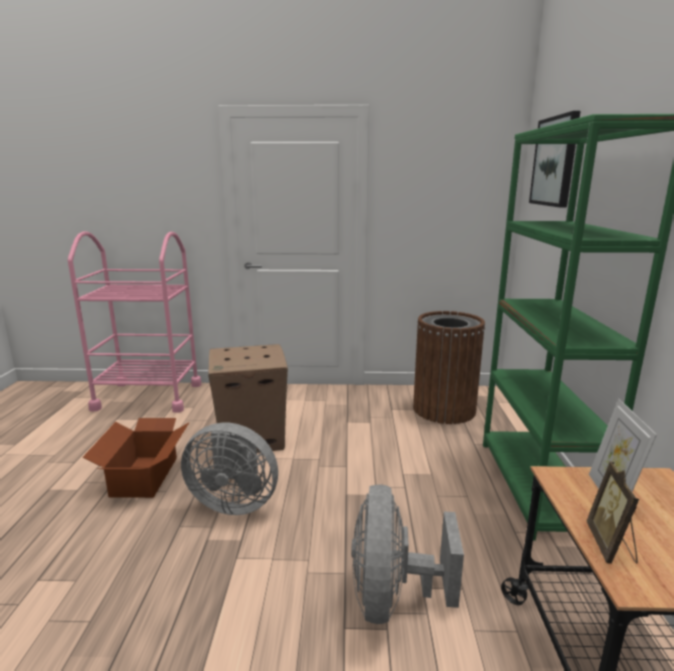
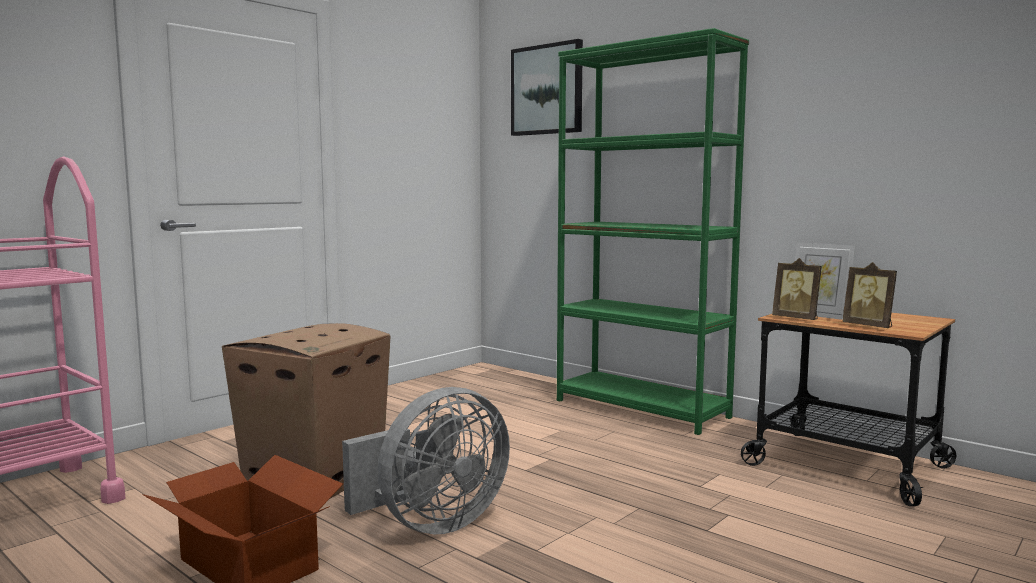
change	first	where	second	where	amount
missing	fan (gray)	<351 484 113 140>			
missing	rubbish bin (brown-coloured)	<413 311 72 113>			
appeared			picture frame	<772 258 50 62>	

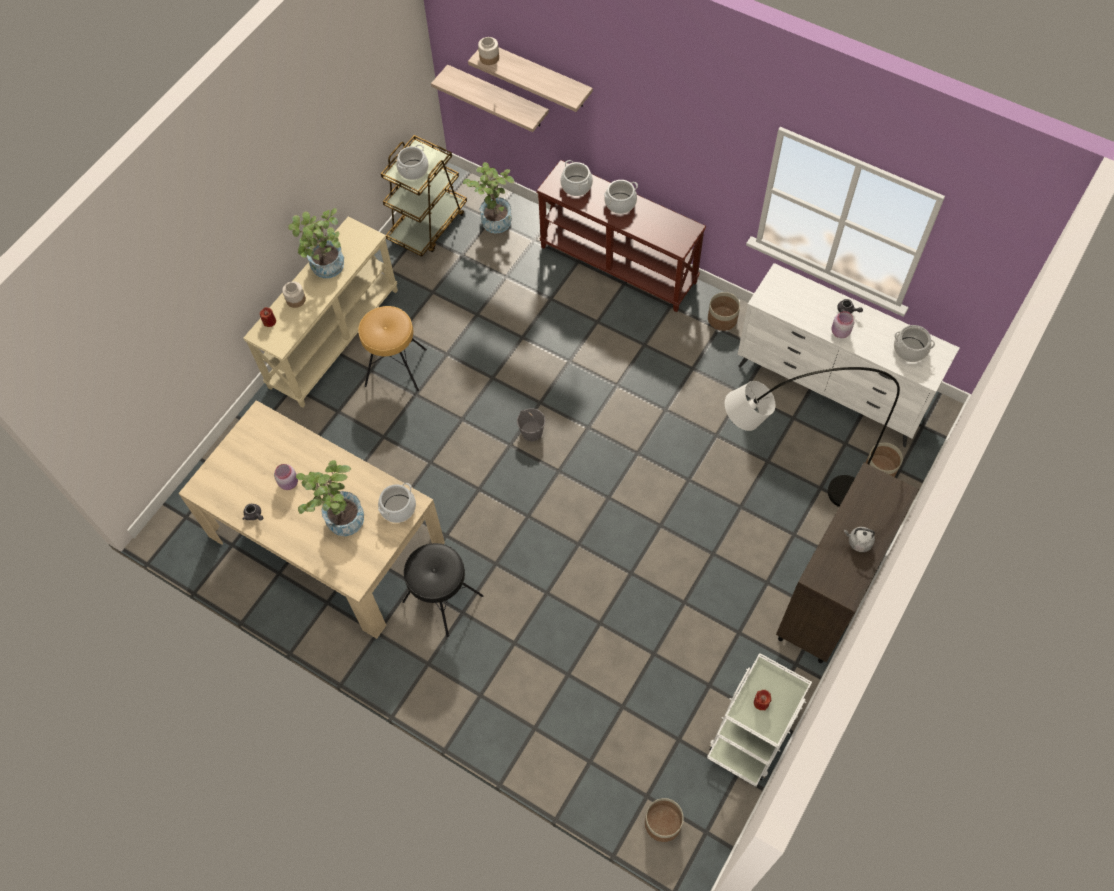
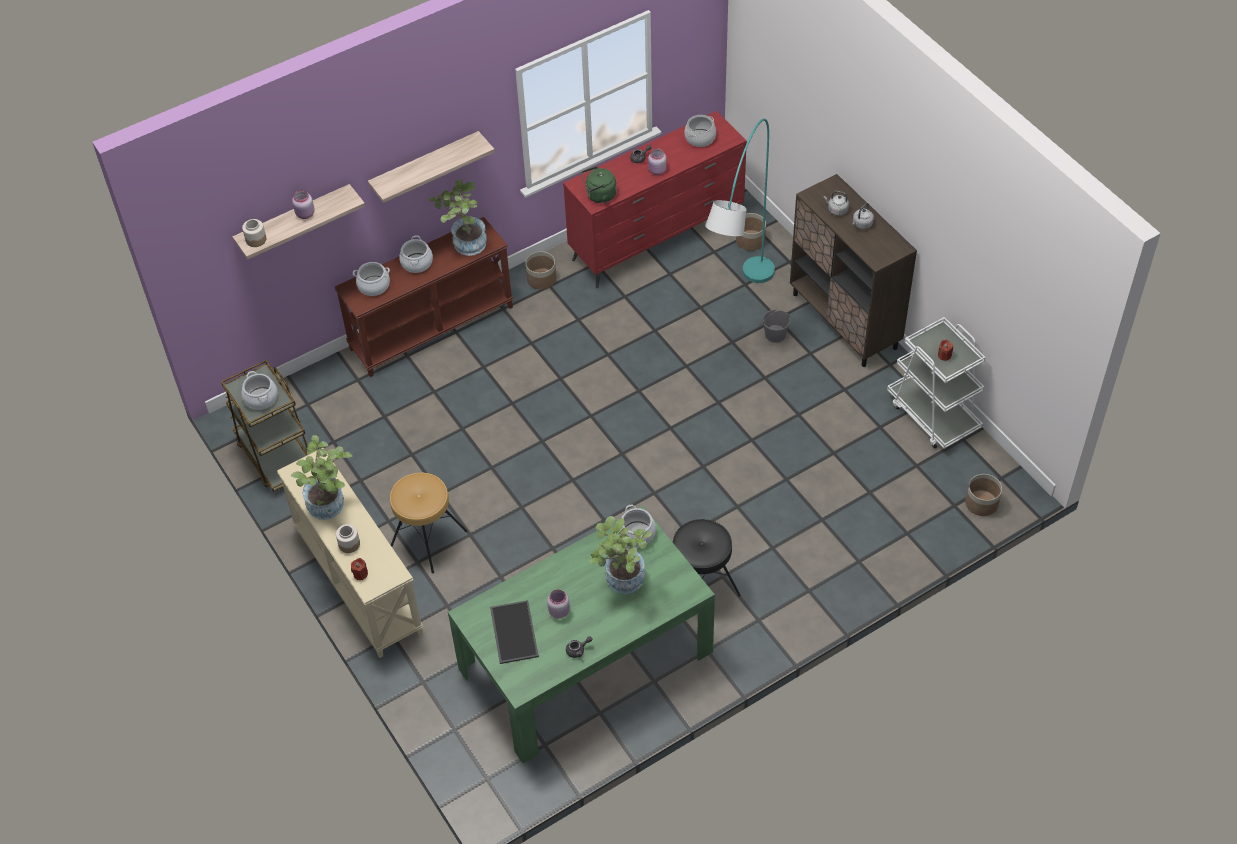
change	first	where	second	where	amount
appeared			preserve jar (pink-coloured)	<292 190 23 29>	
appeared			tray	<490 600 49 64>	
appeared			tea kettle (green)	<581 166 35 37>	
appeared			tea kettle (gray)	<824 191 25 25>	
relocated	bracket shelf	<431 65 118 67>		<368 131 127 72>	
relocated	potted plant	<463 162 52 72>		<429 180 58 76>	
relocated	pail (gray)	<517 408 28 33>		<763 310 27 33>	
colour	dining table (beige)	<178 400 267 239>	dining table (green)	<448 506 267 257>	
colour	standard lamp (gray)	<725 367 175 140>	standard lamp (blue-green)	<705 119 70 164>	
colour	drawer chest (white)	<738 263 221 184>	drawer chest (red-coloured)	<563 111 184 177>	

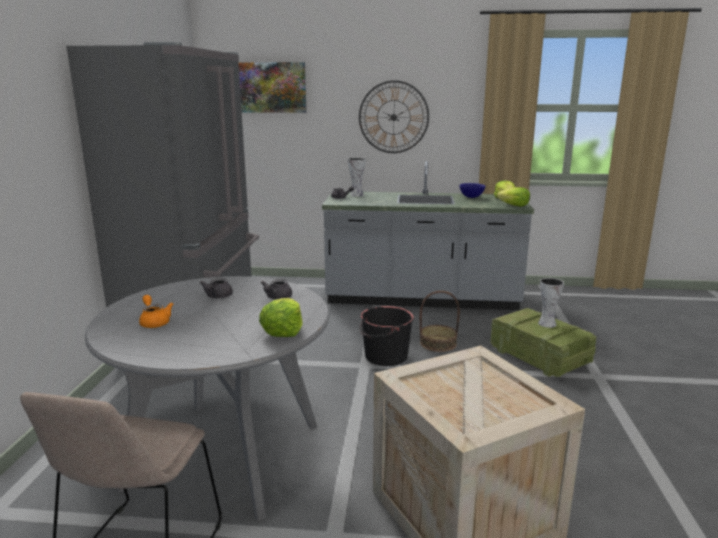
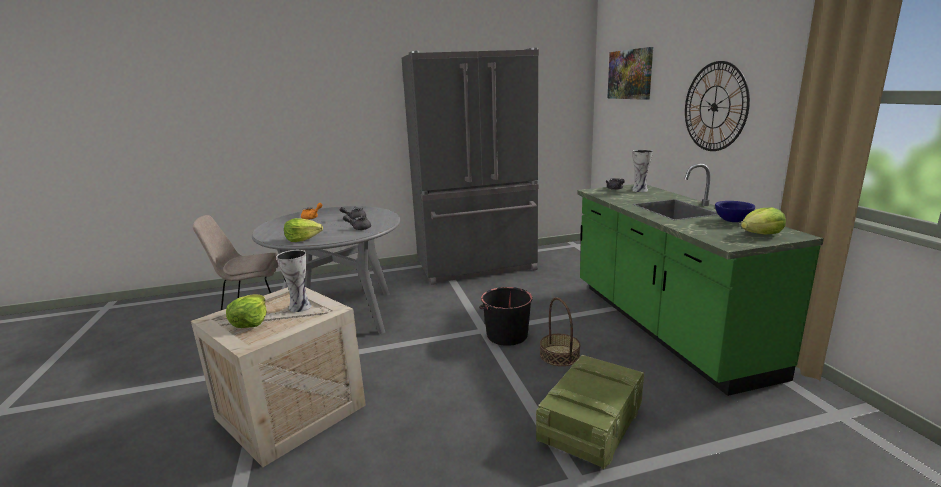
change	first	where	second	where	amount
relocated	lettuce	<497 187 33 20>		<226 294 41 34>	
relocated	flower vase	<538 278 26 50>		<276 250 36 62>	
colour	kitchen counter (gray)	<322 161 212 149>	kitchen counter (green)	<577 163 247 233>	

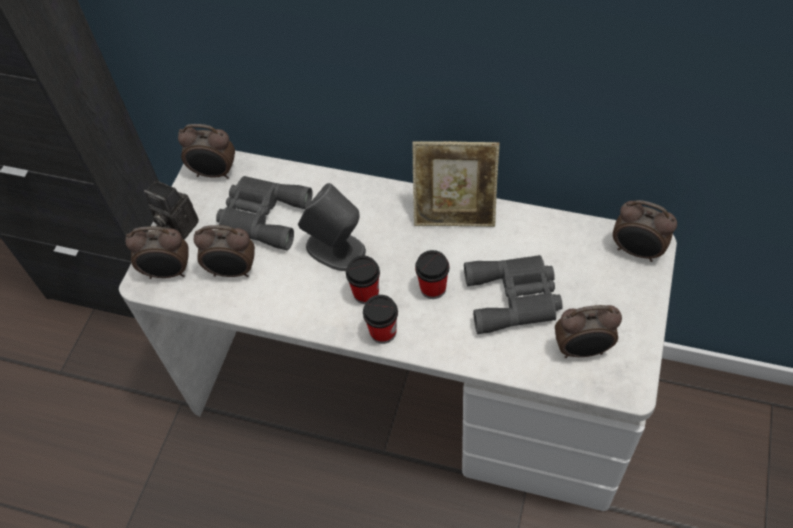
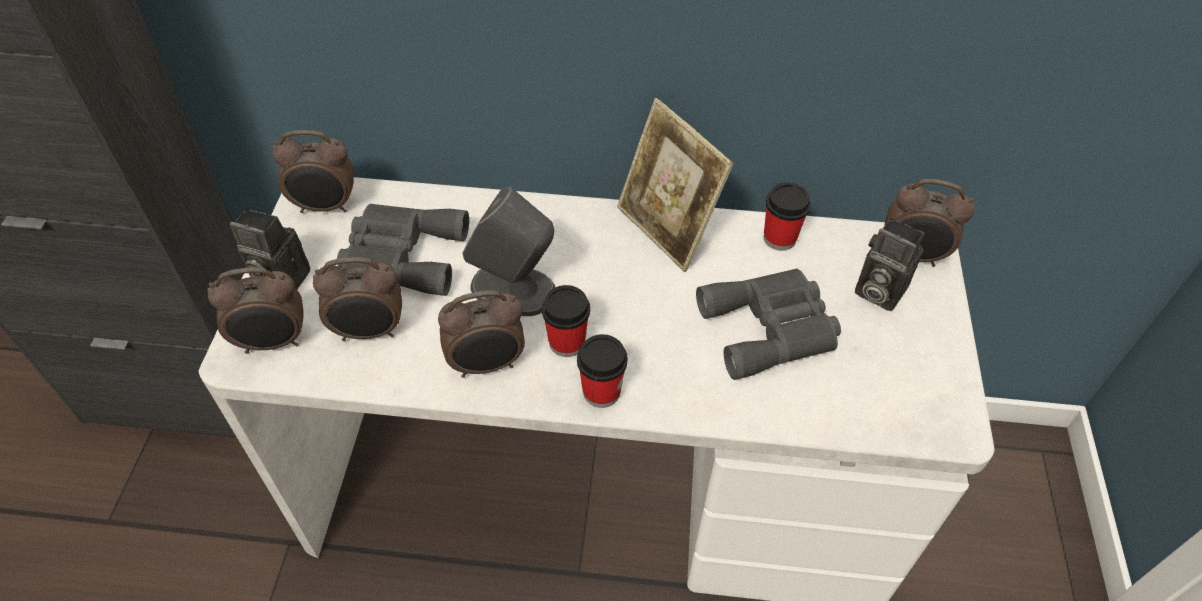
change	first	where	second	where	amount
appeared			photo camera	<855 217 69 94>	
relocated	cup	<415 250 34 49>		<764 183 47 68>	
relocated	alarm clock	<555 305 67 53>		<438 290 87 88>	
spun	picture frame	<412 141 88 86>		<617 98 117 174>	60 degrees clockwise

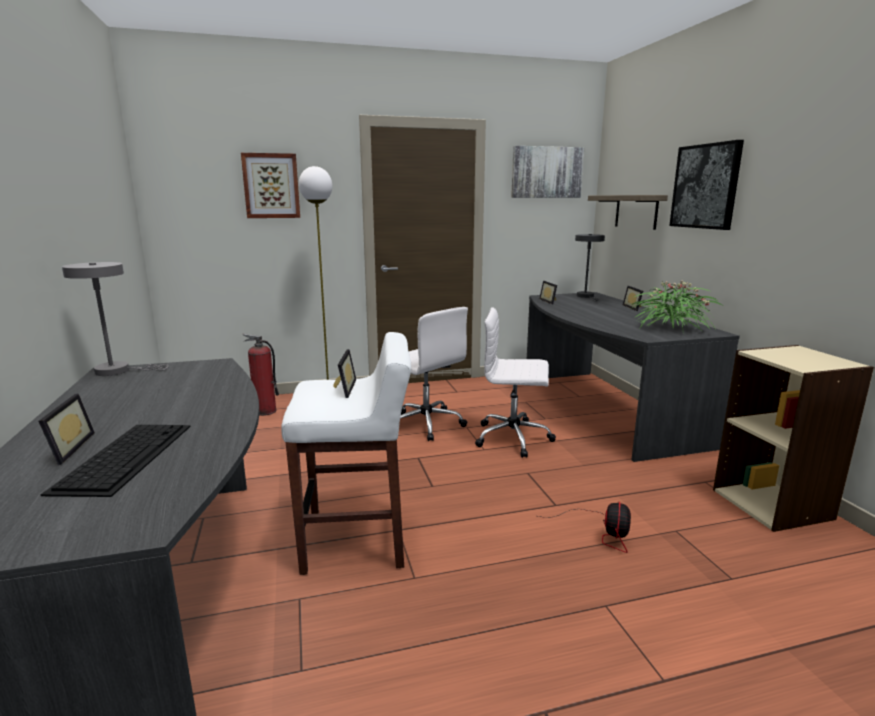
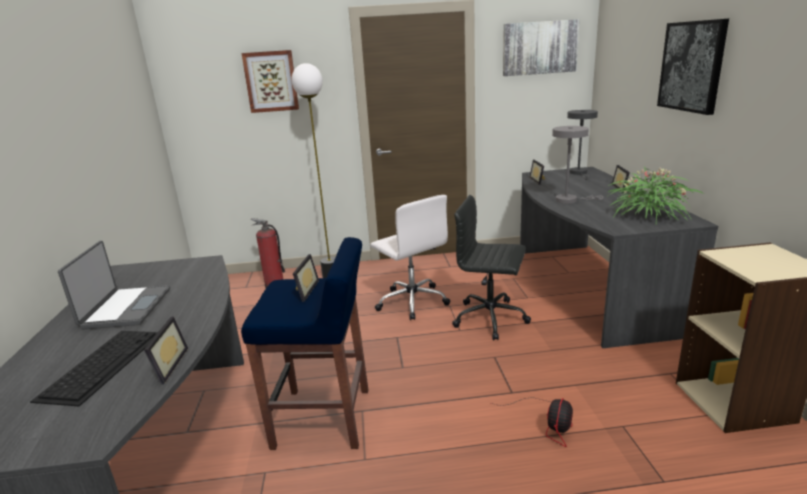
change	first	where	second	where	amount
missing	bracket shelf	<588 195 80 35>			
appeared			portable computer	<58 241 112 89>	
relocated	picture frame	<39 394 56 71>		<144 316 44 69>	
relocated	lamp for a table (gray)	<62 262 107 114>		<552 126 52 78>	
colour	stool seat (white)	<281 332 130 243>	stool seat (blue)	<241 237 127 213>	
colour	office chair (white)	<475 307 81 151>	office chair (black)	<452 195 79 145>	

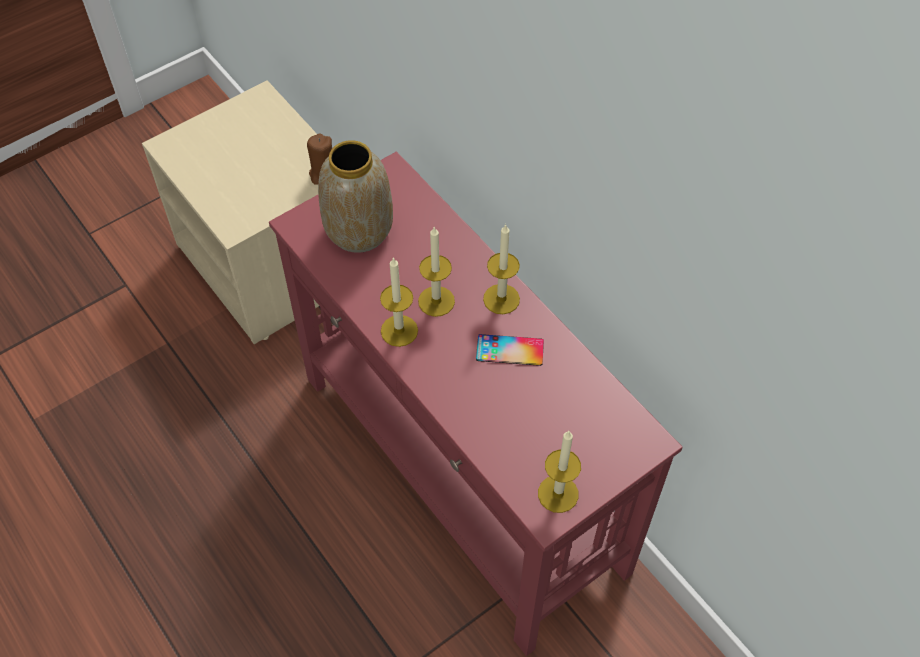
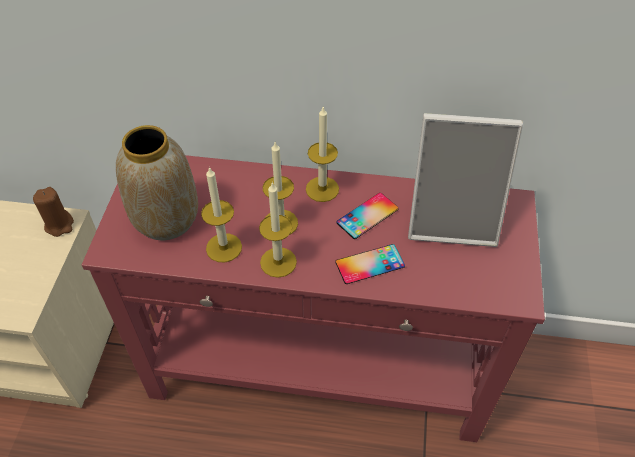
change	first	where	second	where	amount
appeared			telephone	<336 244 69 40>	
appeared			picture frame	<408 113 115 134>	
relocated	wax light	<538 431 43 82>		<201 167 41 95>	

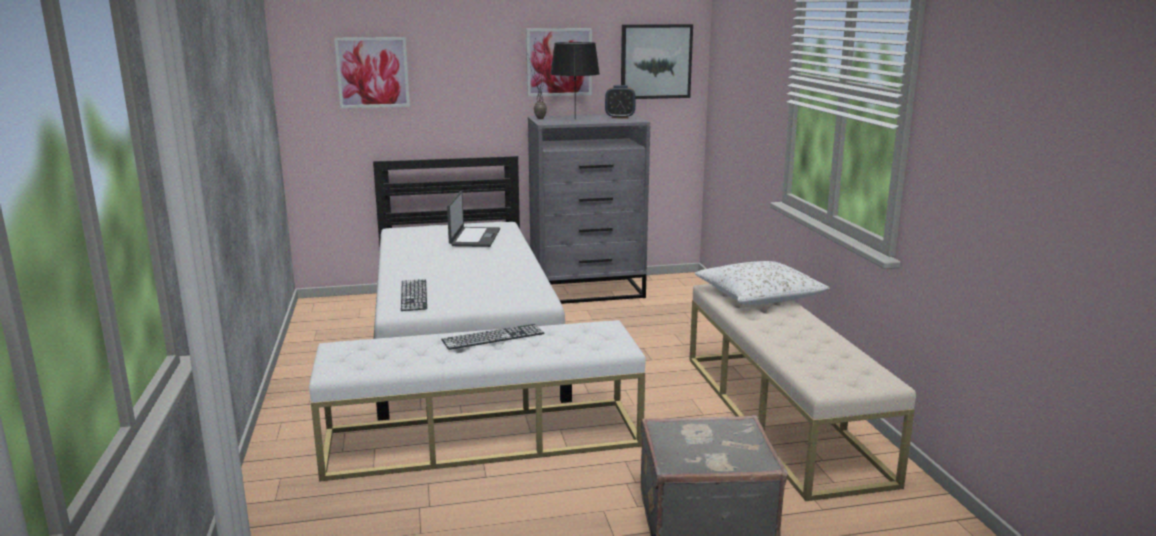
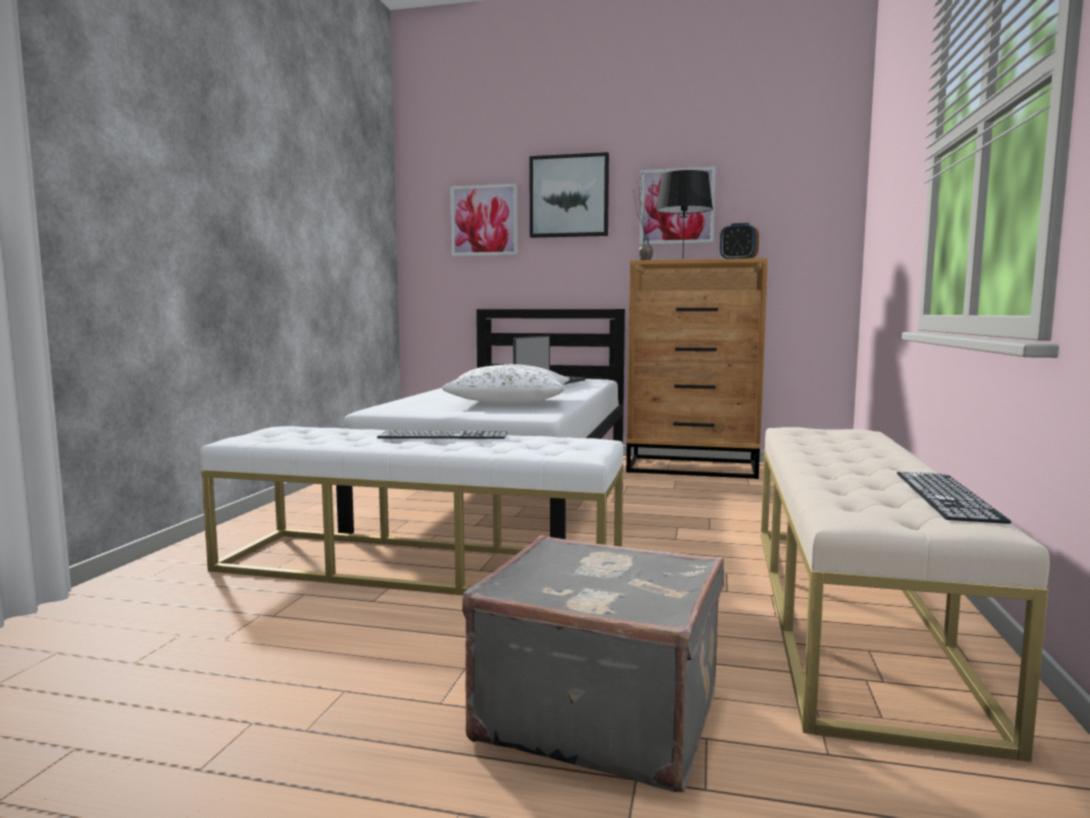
change	first	where	second	where	amount
relocated	computer keyboard	<401 279 26 32>		<897 472 114 52>	
relocated	picture	<621 24 72 75>		<530 152 79 86>	
relocated	cushion (white)	<695 261 134 44>		<442 364 128 40>	
colour	drawer chest (gray)	<528 114 122 190>	drawer chest (brown-coloured)	<626 258 142 221>	

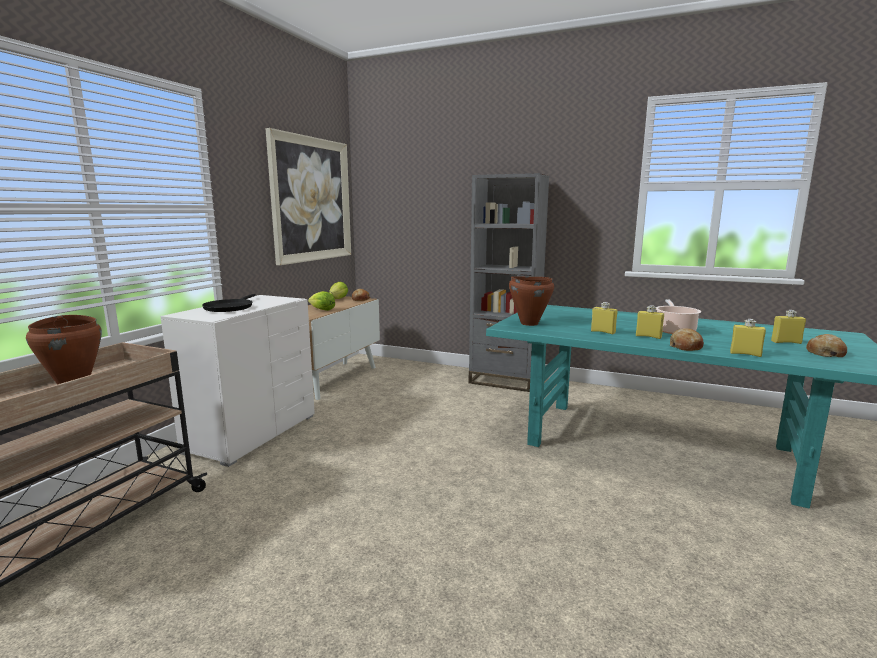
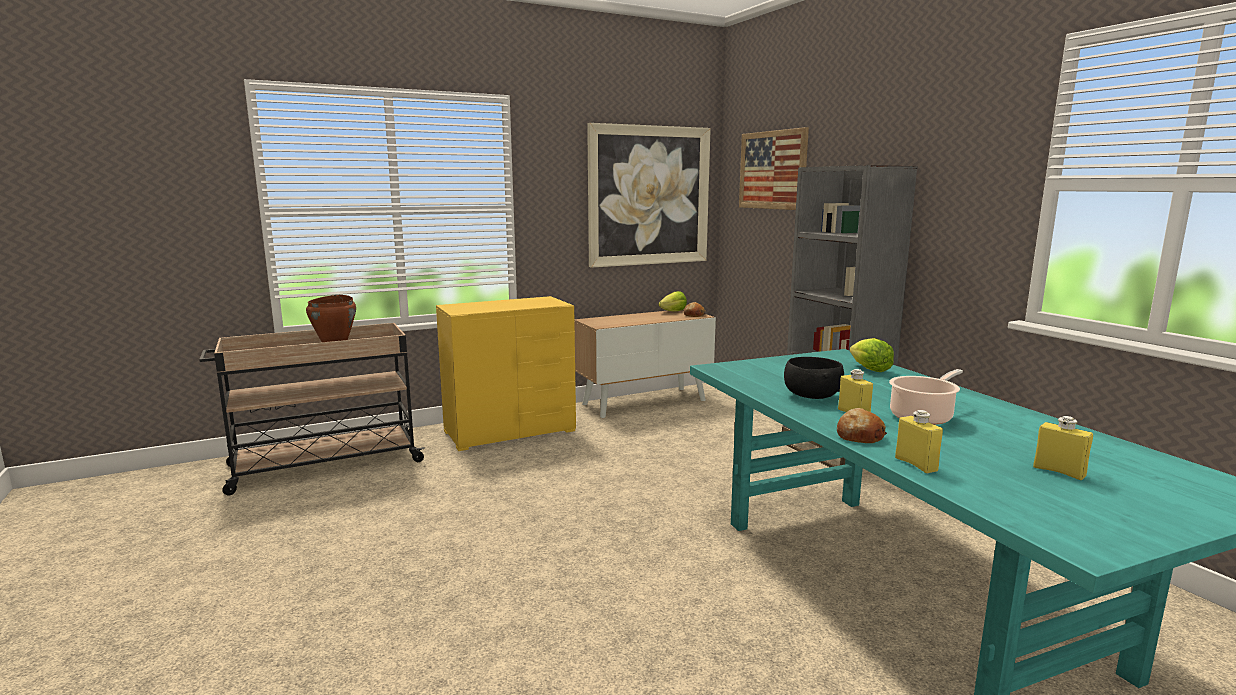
change	first	where	second	where	amount
missing	skillet (black)	<202 294 54 18>			
missing	saucepot (brown-coloured)	<509 276 45 50>			
missing	bakery bread	<806 334 41 23>			
appeared			picture	<739 127 70 83>	
relocated	lettuce	<308 291 27 20>		<850 338 44 34>	
exchanged	bottle (yellowish)	<591 302 27 32>	serving bowl (black)	<784 357 60 42>	
colour	drawer chest (white)	<160 295 155 172>	drawer chest (yellowish)	<436 296 140 155>	

